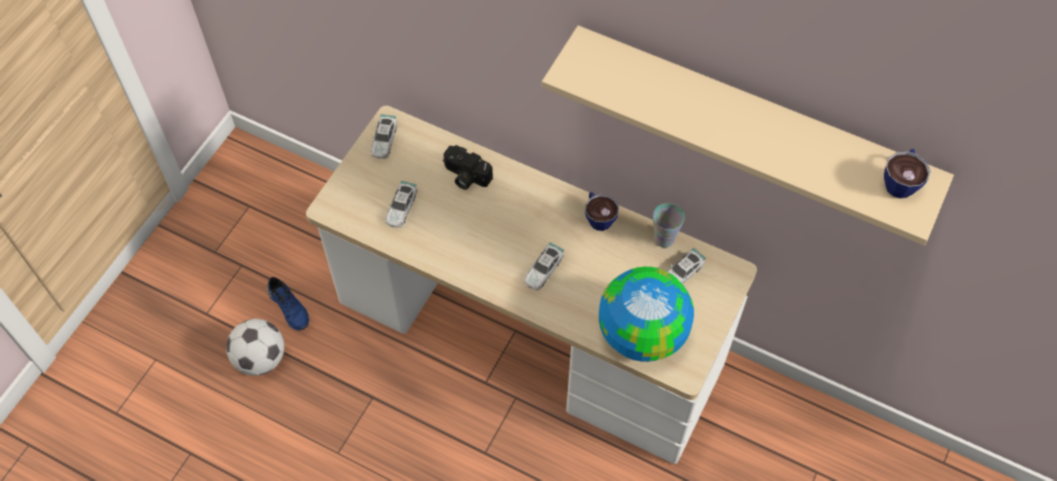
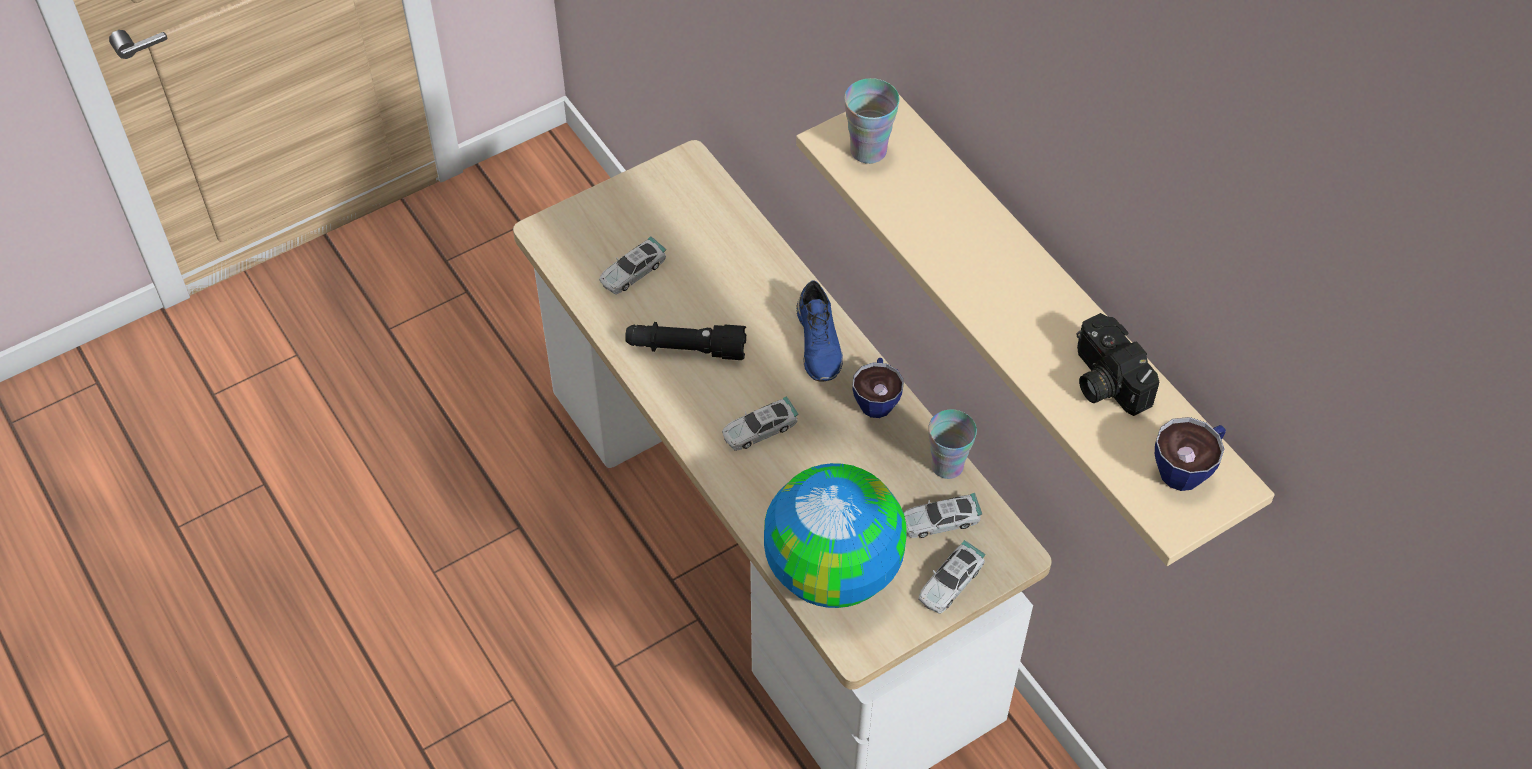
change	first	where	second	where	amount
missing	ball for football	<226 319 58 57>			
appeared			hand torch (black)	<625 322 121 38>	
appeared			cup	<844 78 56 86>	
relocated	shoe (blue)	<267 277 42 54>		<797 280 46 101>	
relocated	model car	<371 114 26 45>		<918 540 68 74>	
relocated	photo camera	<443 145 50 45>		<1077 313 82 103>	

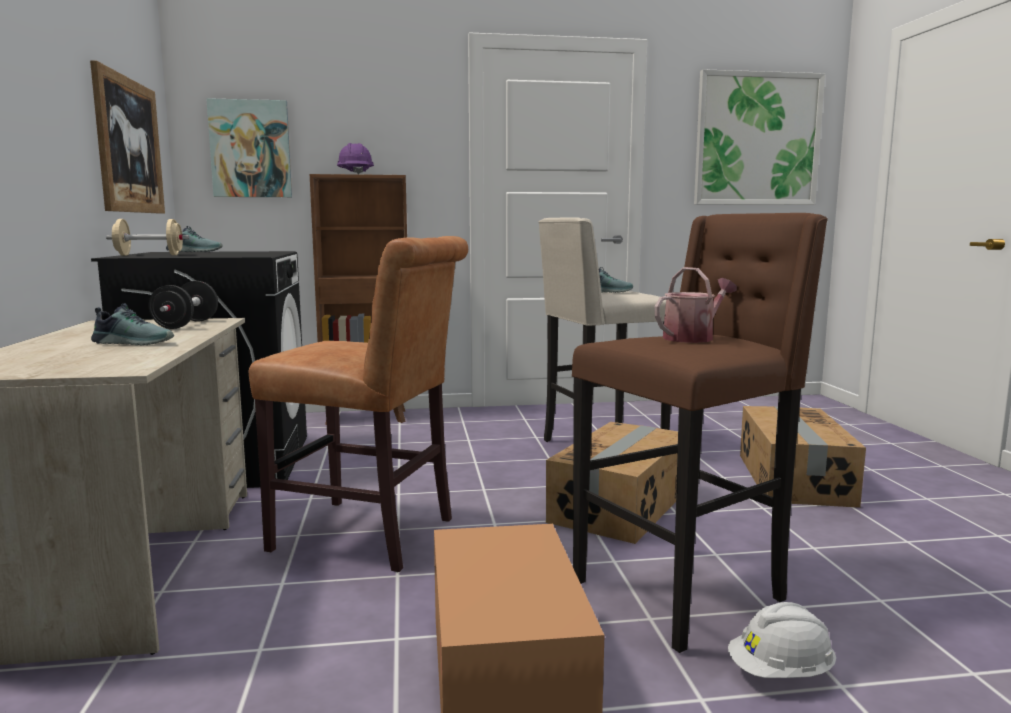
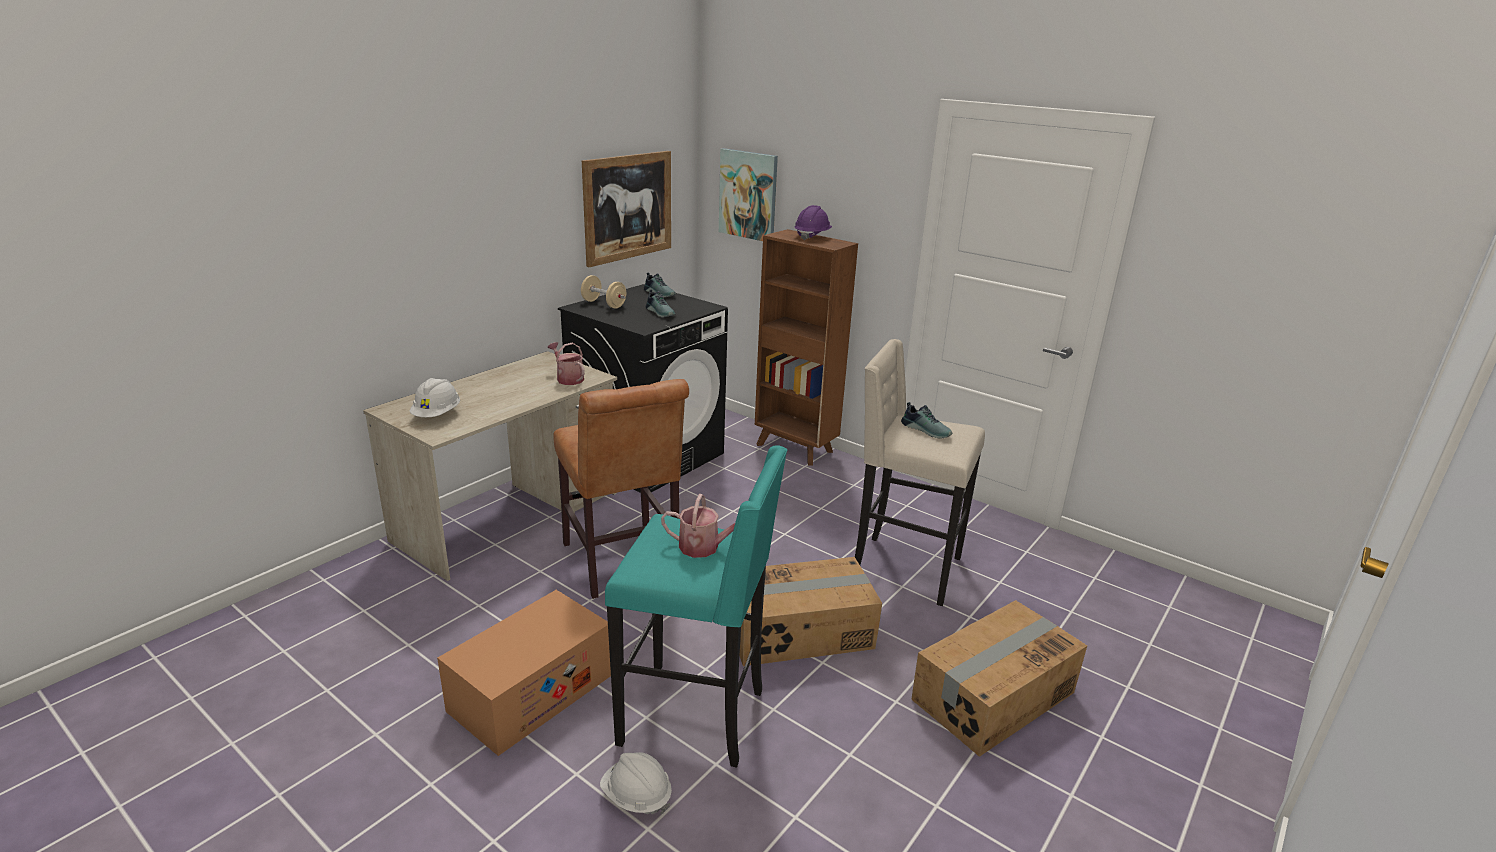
change	first	where	second	where	amount
missing	picture	<694 69 131 136>			
appeared			work helmet (white)	<410 378 50 39>	
relocated	shoe	<91 303 83 42>		<646 289 29 28>	
exchanged	hand weight (black)	<149 281 69 48>	watering can	<548 342 37 43>	
colour	stool seat (brown-coloured)	<572 213 256 440>	stool seat (blue-green)	<605 445 182 323>	

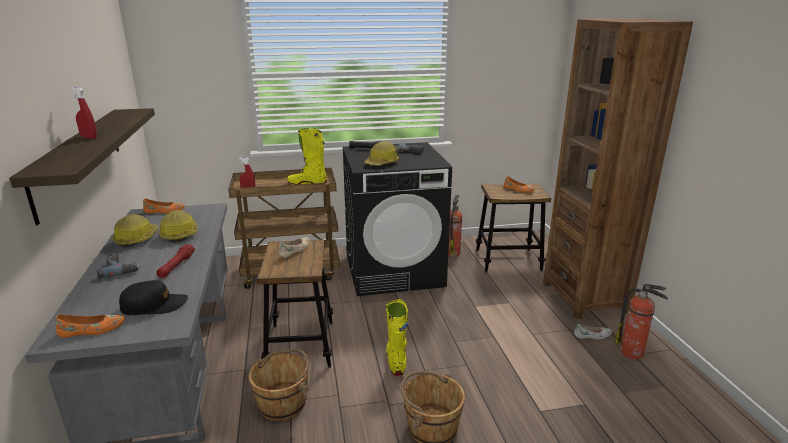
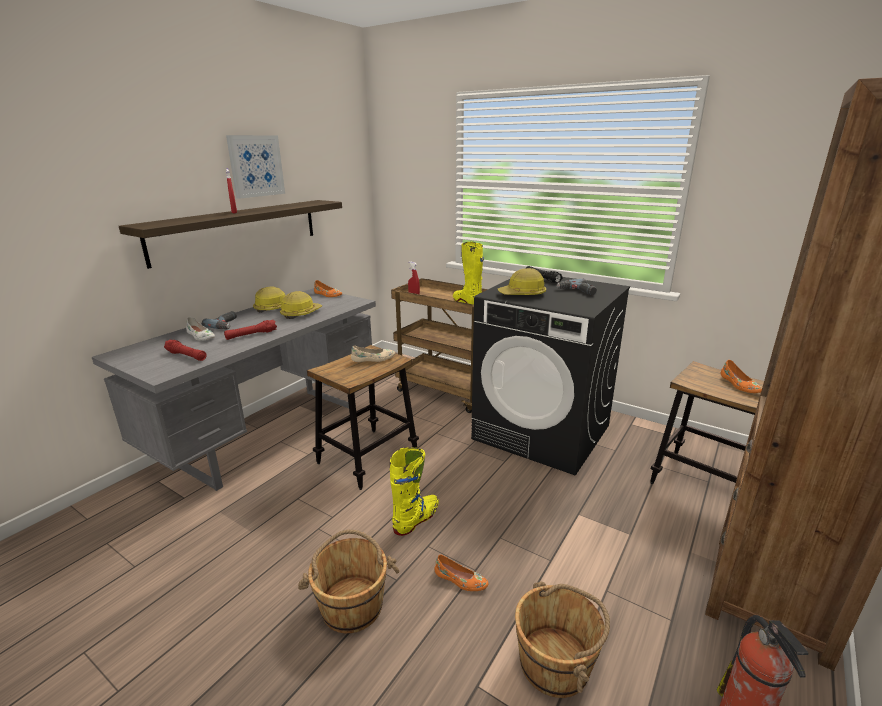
change	first	where	second	where	amount
missing	extinguisher	<448 195 14 62>			
appeared			picture	<226 135 59 64>	
relocated	shoe (orangey)	<55 314 70 24>		<434 555 55 36>	
relocated	pail (brown-coloured)	<249 349 60 72>		<515 581 95 117>	
relocated	shoe (white)	<574 324 38 15>		<186 317 29 24>	
exchanged	baseball cap (black)	<119 280 69 35>	hand torch (red-coloured)	<164 340 43 21>	

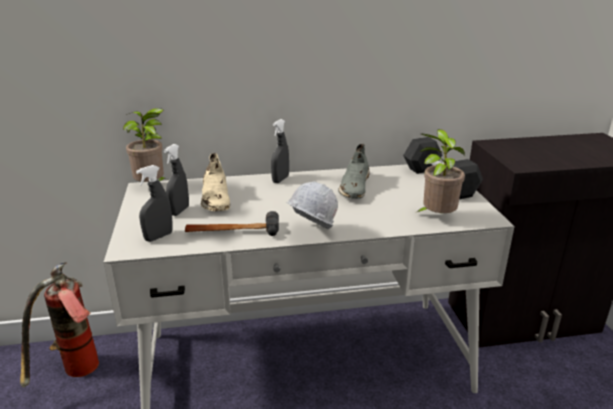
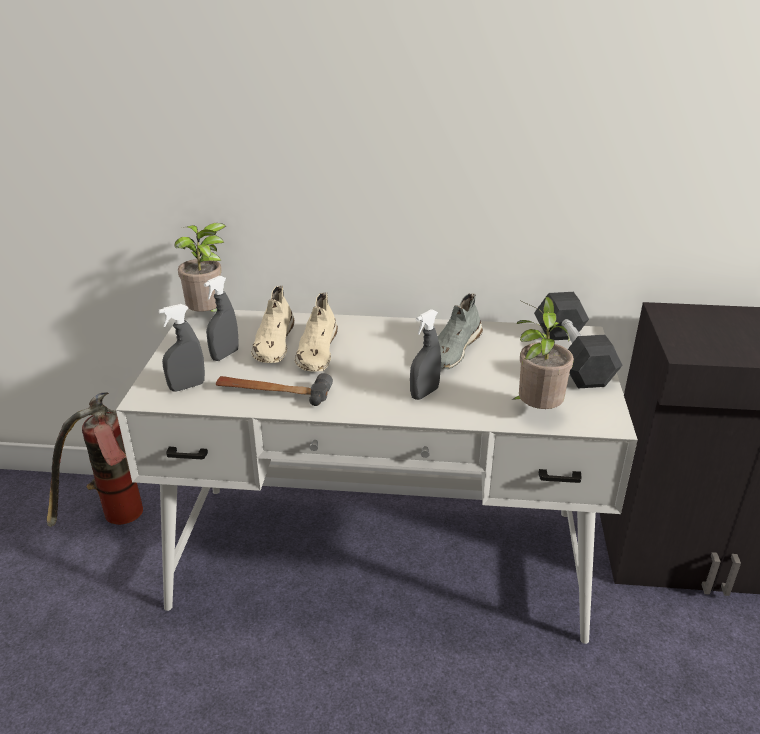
change	first	where	second	where	amount
missing	work helmet (white)	<286 181 52 48>			
appeared			shoe (beige)	<295 292 43 80>	
relocated	spray bottle (gray)	<271 119 18 64>		<410 309 31 91>	

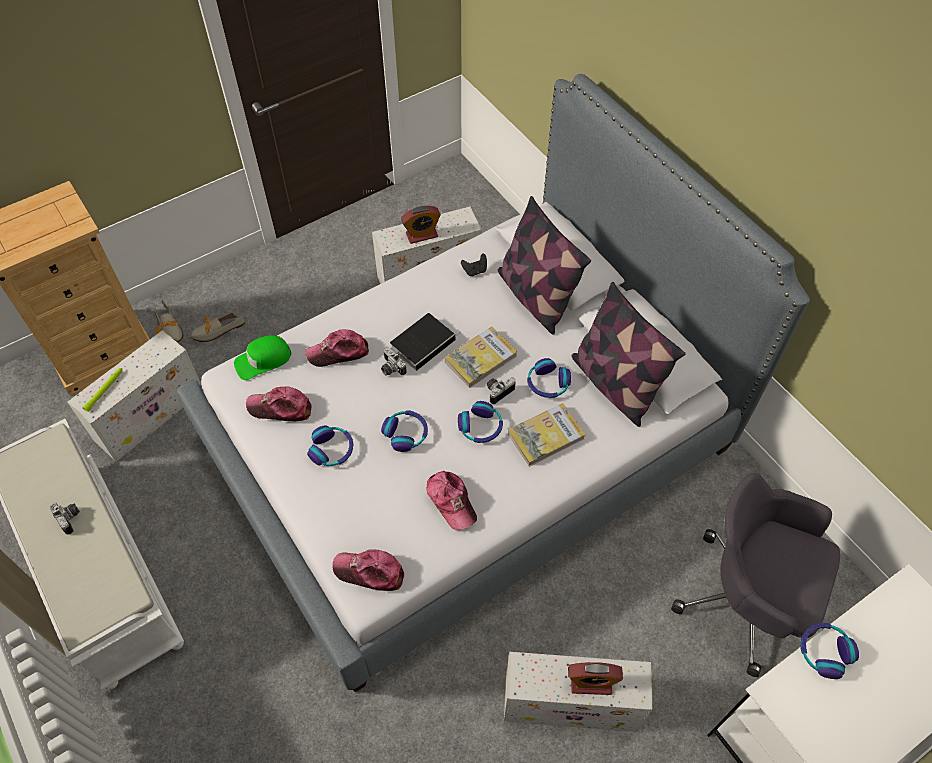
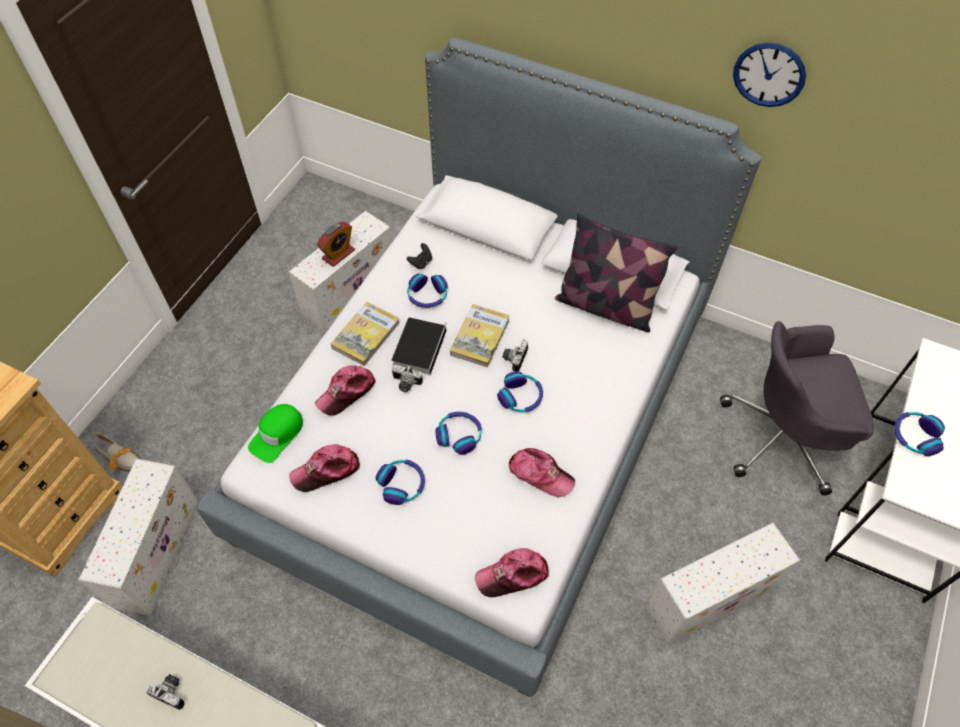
change	first	where	second	where	amount
missing	hand torch (green)	<83 368 39 44>			
missing	shoe	<190 312 55 30>			
missing	cushion	<497 196 94 139>			
missing	alarm clock	<568 662 55 33>			
appeared			wall clock	<733 43 73 64>	
relocated	book	<508 403 78 64>		<331 302 69 64>	
relocated	pair of headphones	<527 358 44 40>		<407 274 41 34>	

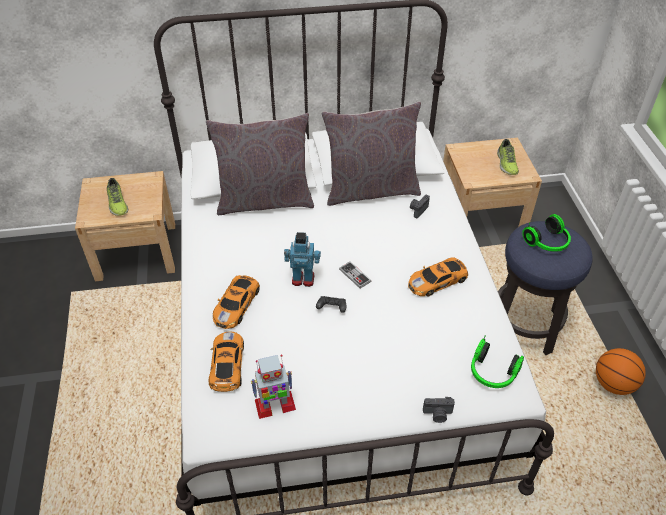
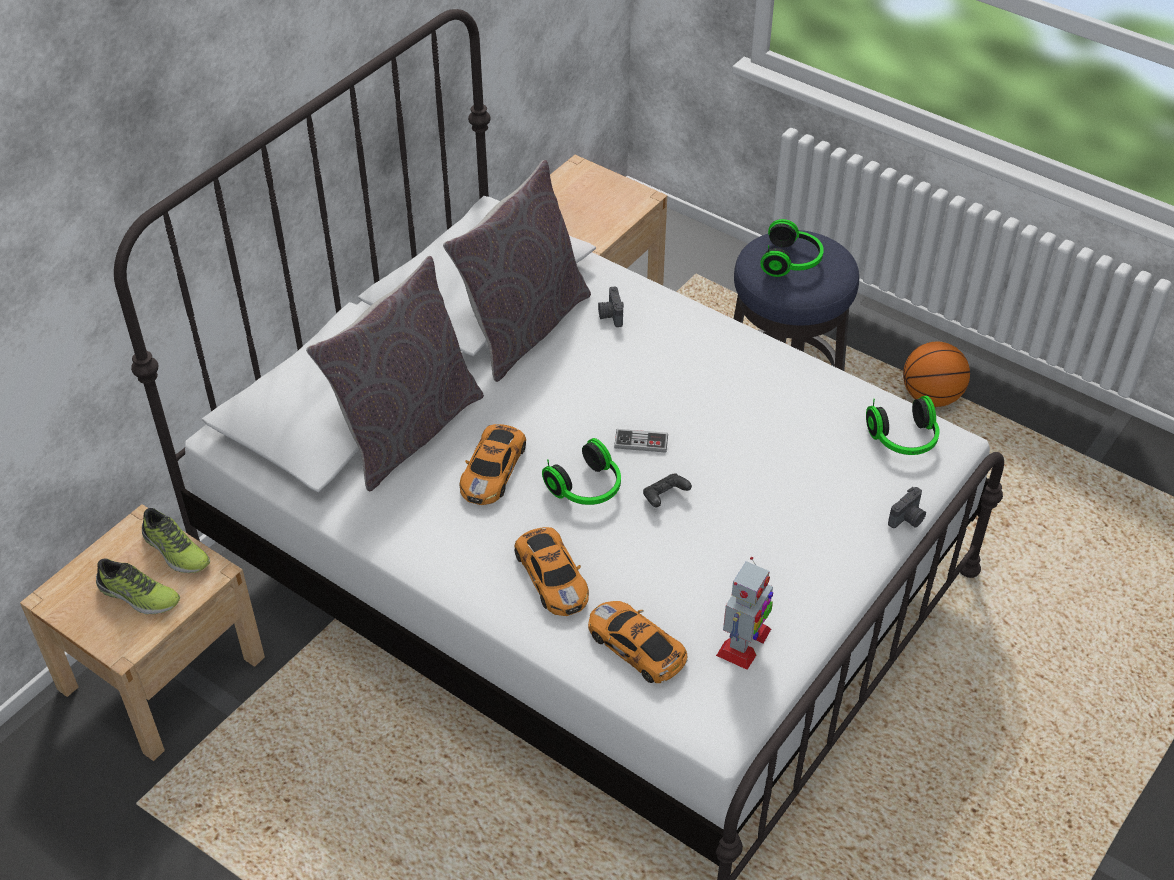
change	first	where	second	where	amount
relocated	model car	<408 257 60 40>		<460 424 66 81>	
relocated	shoe	<497 139 22 36>		<142 508 68 65>	
exchanged	robot figure	<284 232 37 55>	pair of headphones	<542 438 79 67>	

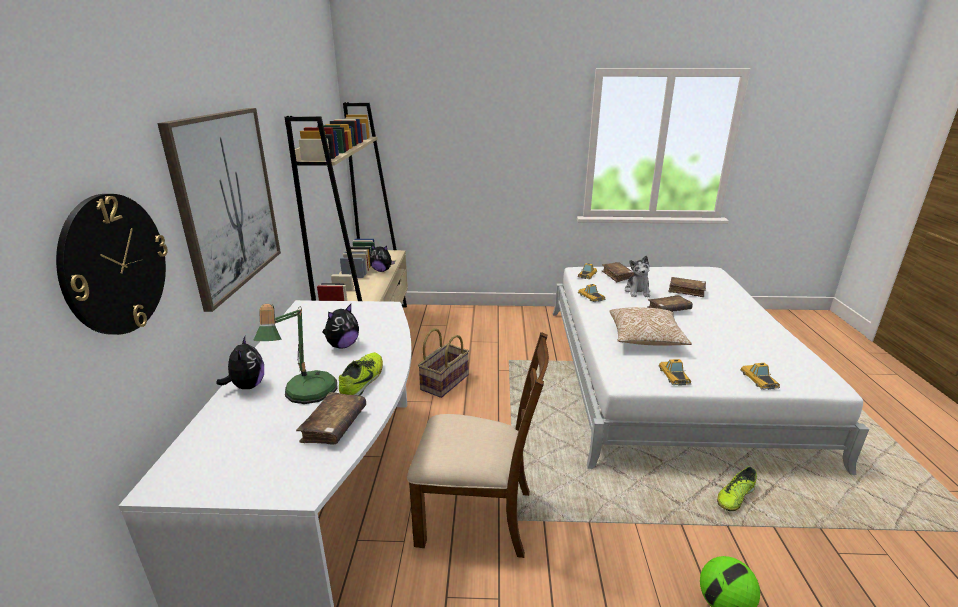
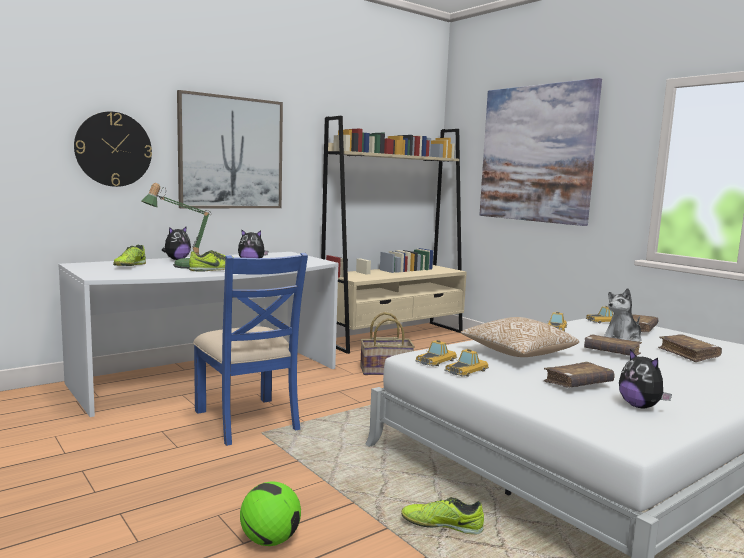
change	first	where	second	where	amount
appeared			shoe	<113 245 33 21>	
appeared			picture	<479 78 123 148>	
relocated	book (brown-coloured)	<296 392 70 52>		<544 362 71 26>	
relocated	cuddly toy	<370 245 25 27>		<619 349 53 60>	
relocated	model car	<740 363 40 27>		<415 340 42 26>	
colour	chair (brown-coloured)	<407 332 142 226>	chair (blue)	<193 253 115 193>	

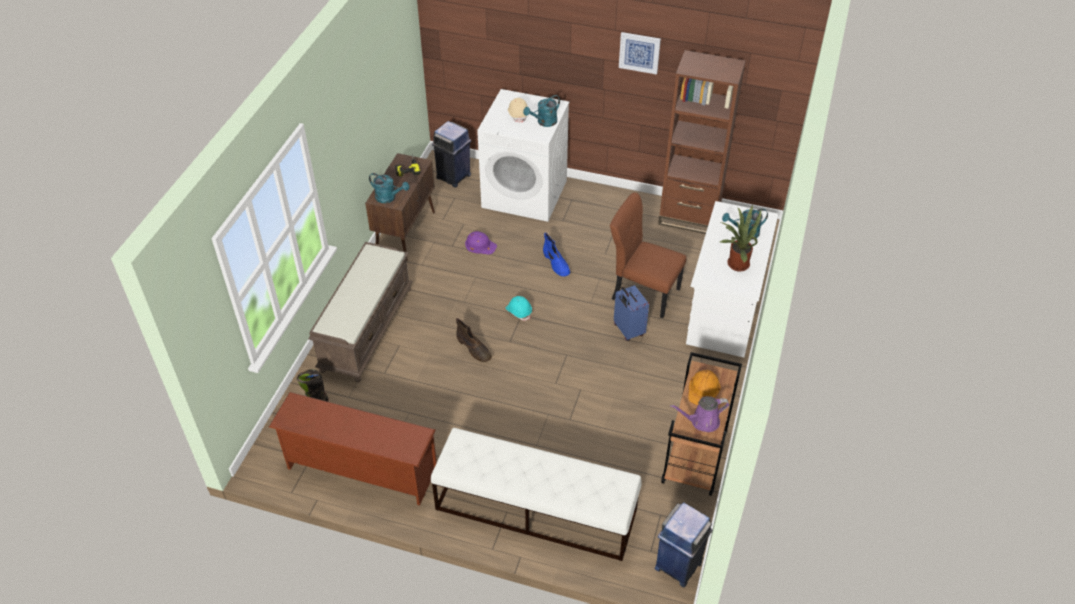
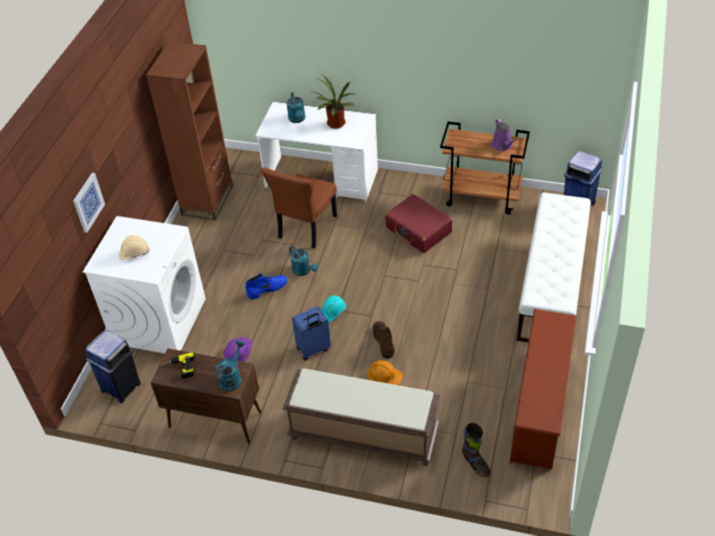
change	first	where	second	where	amount
appeared			travel case (red-coloured)	<385 194 67 59>	
relocated	watering can (blue-green)	<523 95 37 32>		<289 246 29 30>	
relocated	travel case (blue)	<614 285 35 56>		<292 306 39 55>	
relocated	picture	<619 32 42 43>		<73 173 32 60>	
relocated	work helmet (orangey)	<688 370 33 35>		<368 360 35 25>	
spun	boot (brown-coloured)	<456 318 36 44>		<373 321 21 38>	60 degrees counterclockwise

